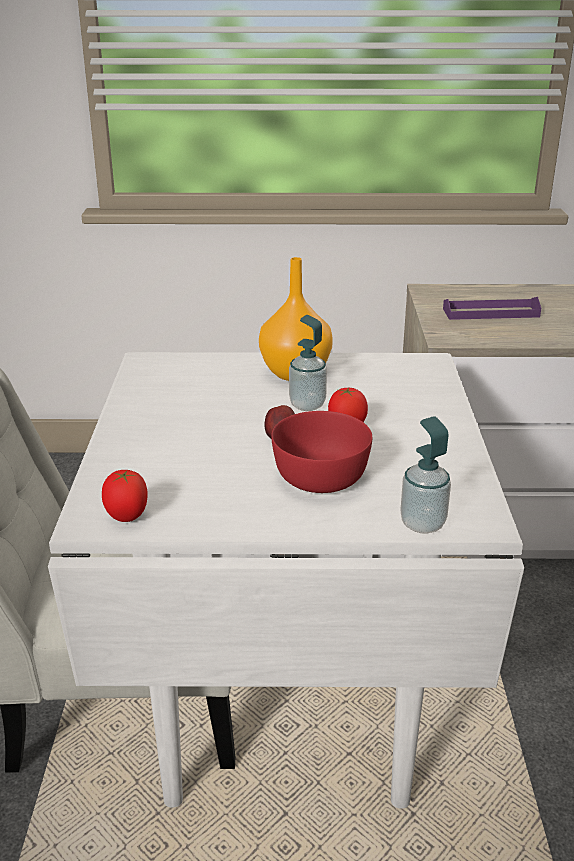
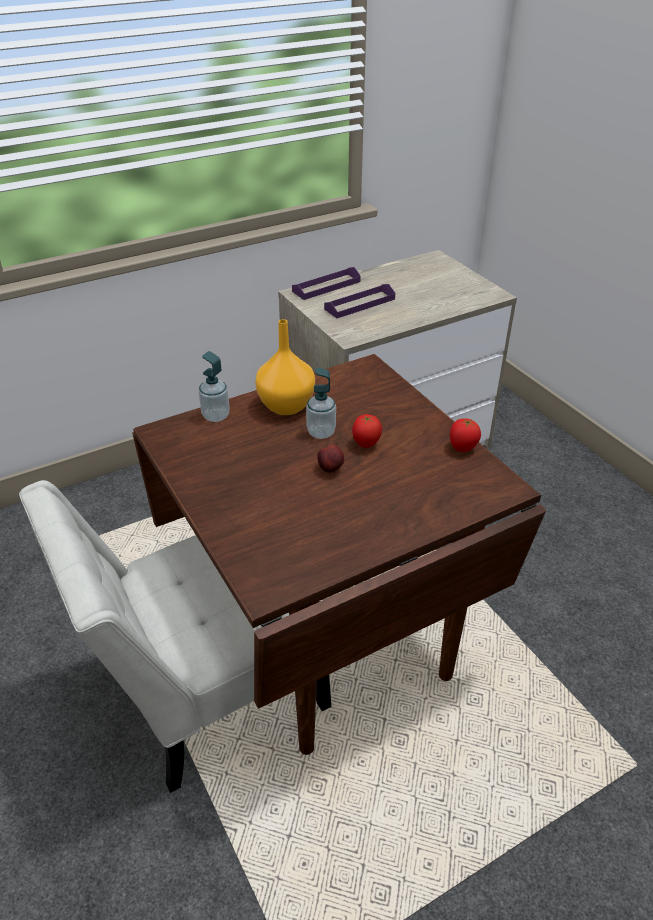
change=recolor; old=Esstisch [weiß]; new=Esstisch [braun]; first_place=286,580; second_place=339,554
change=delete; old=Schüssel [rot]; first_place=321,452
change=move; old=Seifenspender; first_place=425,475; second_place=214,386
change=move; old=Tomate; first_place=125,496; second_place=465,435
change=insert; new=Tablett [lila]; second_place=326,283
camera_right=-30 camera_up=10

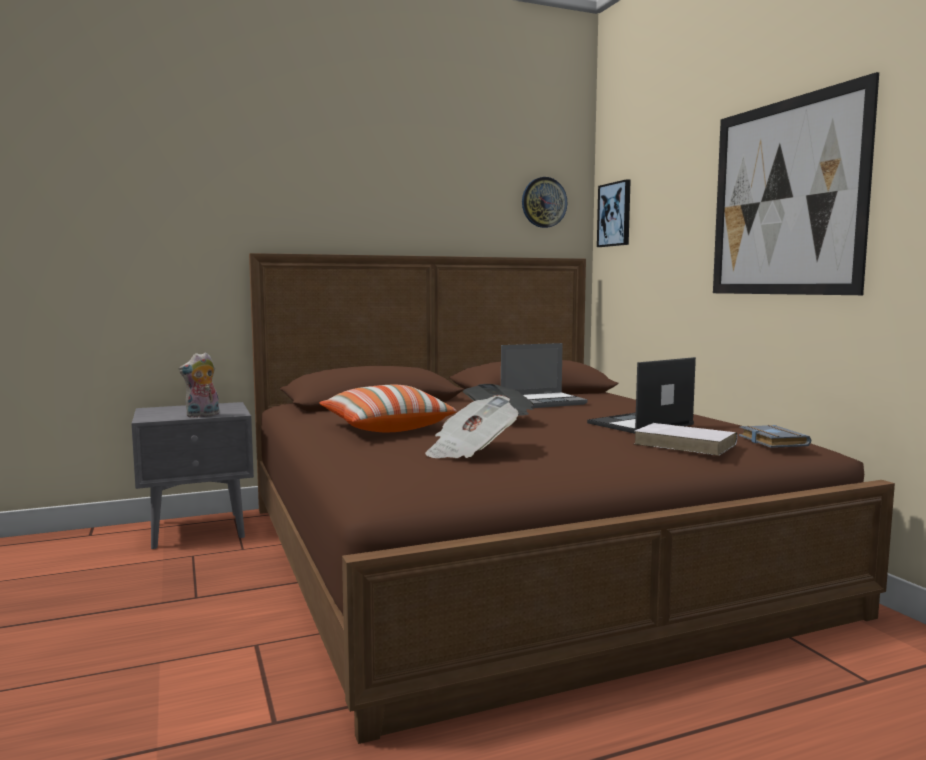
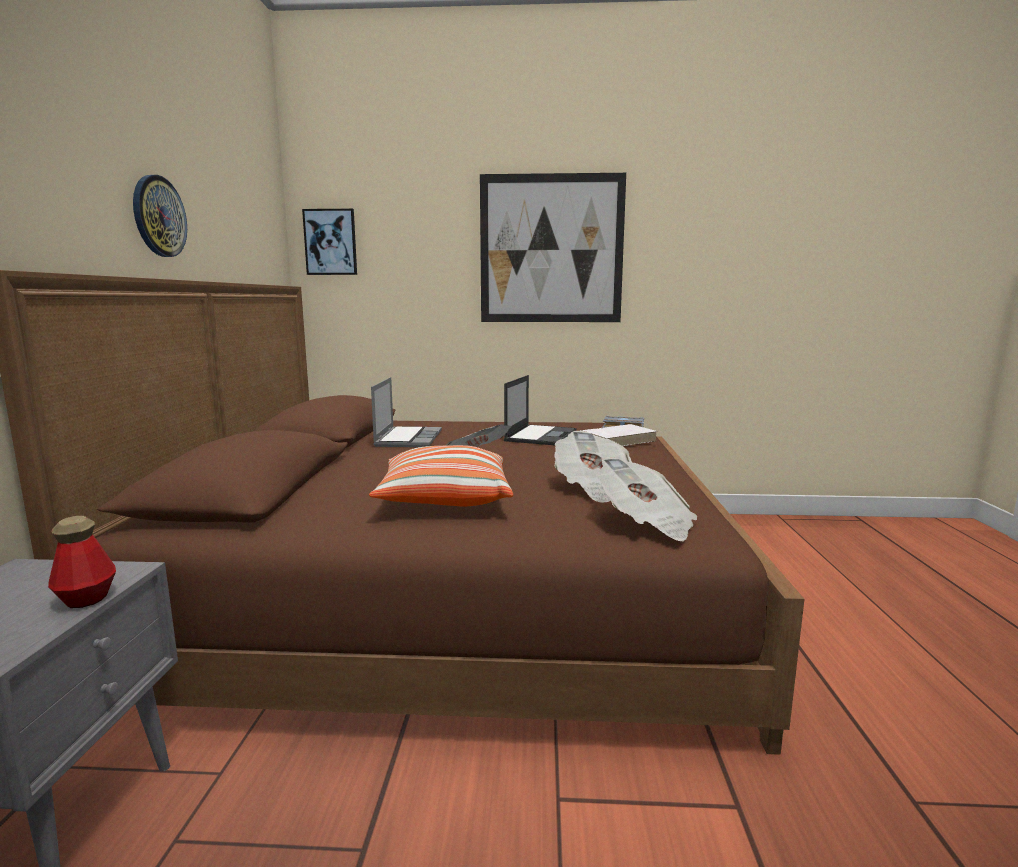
change=move; old=Wanduhr; first_place=544,202; second_place=160,216
change=replace; old=Plüschtier; new=Flasche; first_place=199,385; second_place=82,562
change=rotate; old=Laptop; first_place=641,395; second_place=540,410; degrees=-150
change=insert; new=Zeitung; second_place=647,499
camera_right=-65 camera_up=5

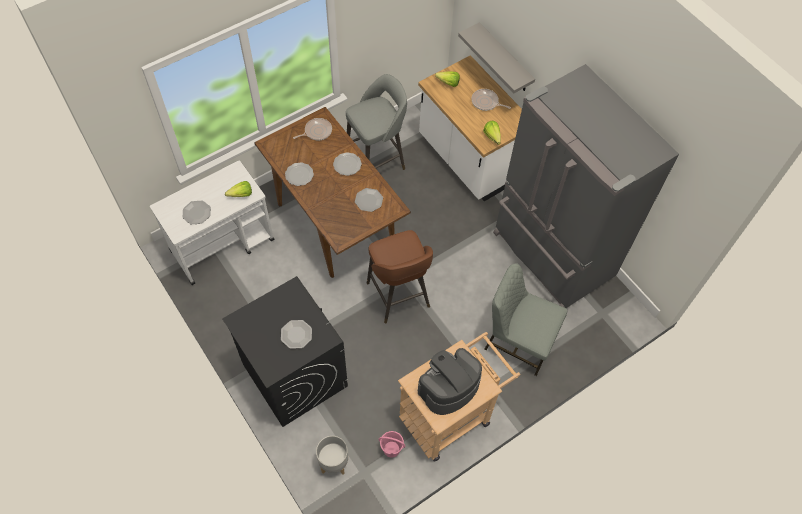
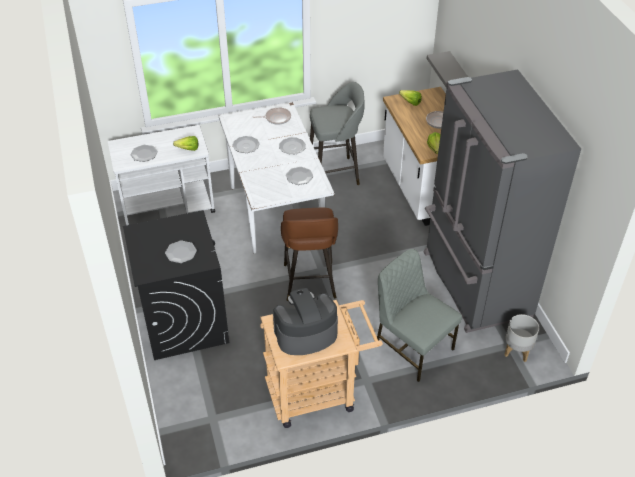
change=recolor; old=Esstisch [braun]; new=Esstisch [weiß]; first_place=332,192; second_place=276,178
change=delete; old=Eimer [rosa]; first_place=392,444
change=move; old=Pflanzkübel [grau]; first_place=332,455; second_place=522,338
camera_right=20 camera_up=-15

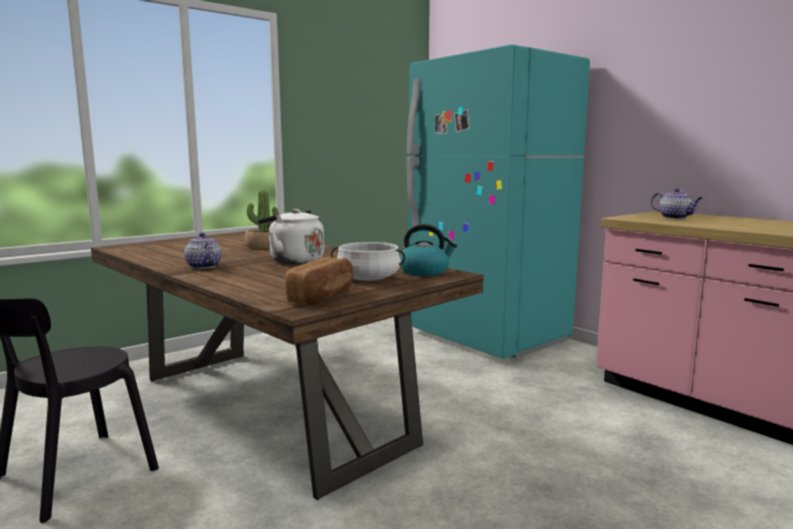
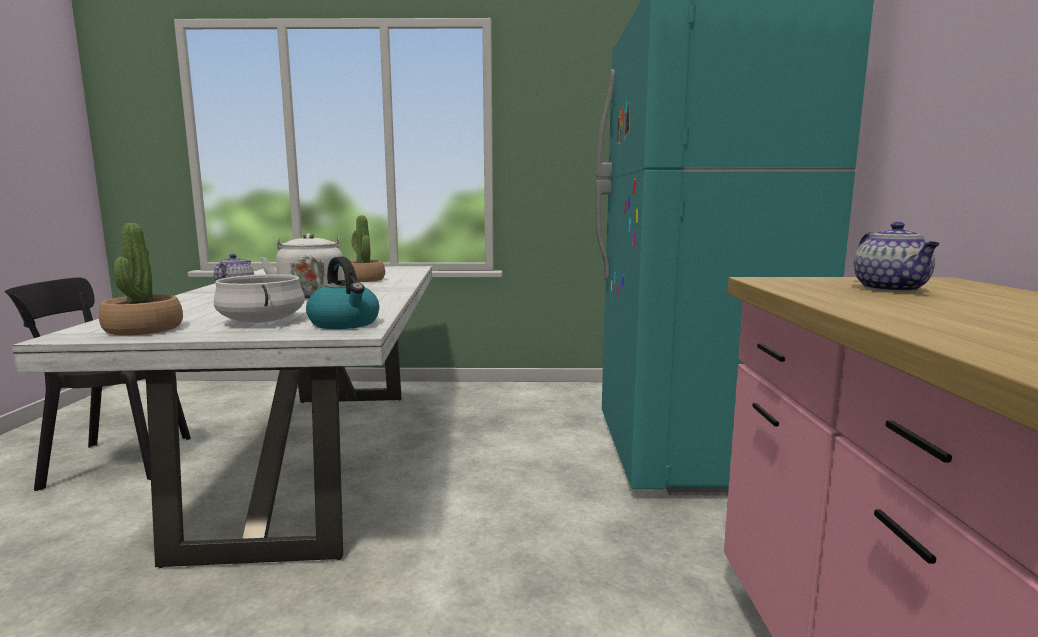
change=recolor; old=Esstisch [braun]; new=Esstisch [weiß]; first_place=287,365; second_place=221,417
change=replace; old=Brot; new=Topfpflanze; first_place=319,281; second_place=141,279
camera_right=40 camera_up=0

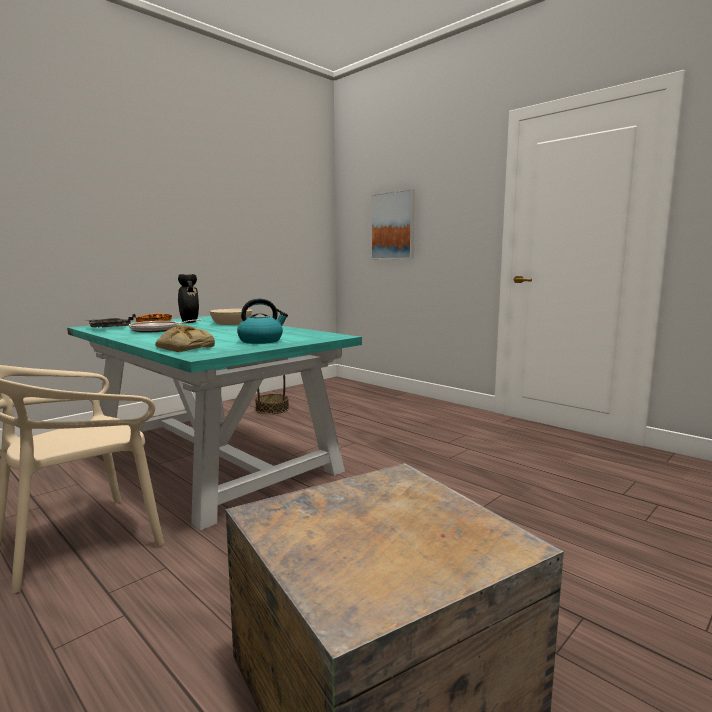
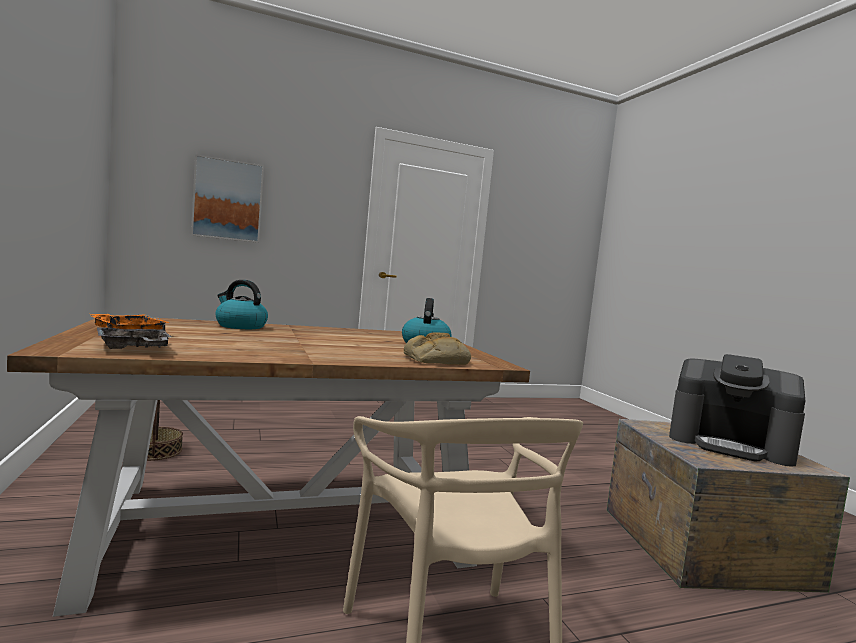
change=delete; old=Vase [schwarz]; first_place=188,298
change=replace; old=Schüssel [beige]; new=Wasserkessel; first_place=231,317; second_place=241,304
change=recolor; old=Esstisch [türkis]; new=Esstisch [braun]; first_place=214,423; second_place=268,466
change=delete; old=Pfanne; first_place=165,325
change=insert; new=Kaffeemaschine; second_place=737,410
camera_right=-65 camera_up=-5

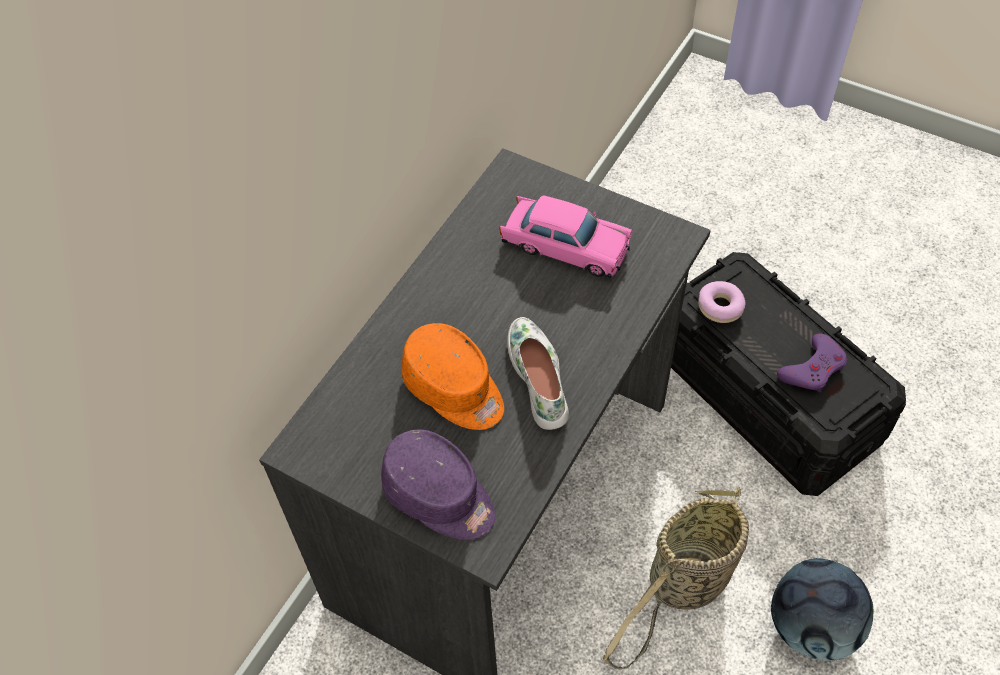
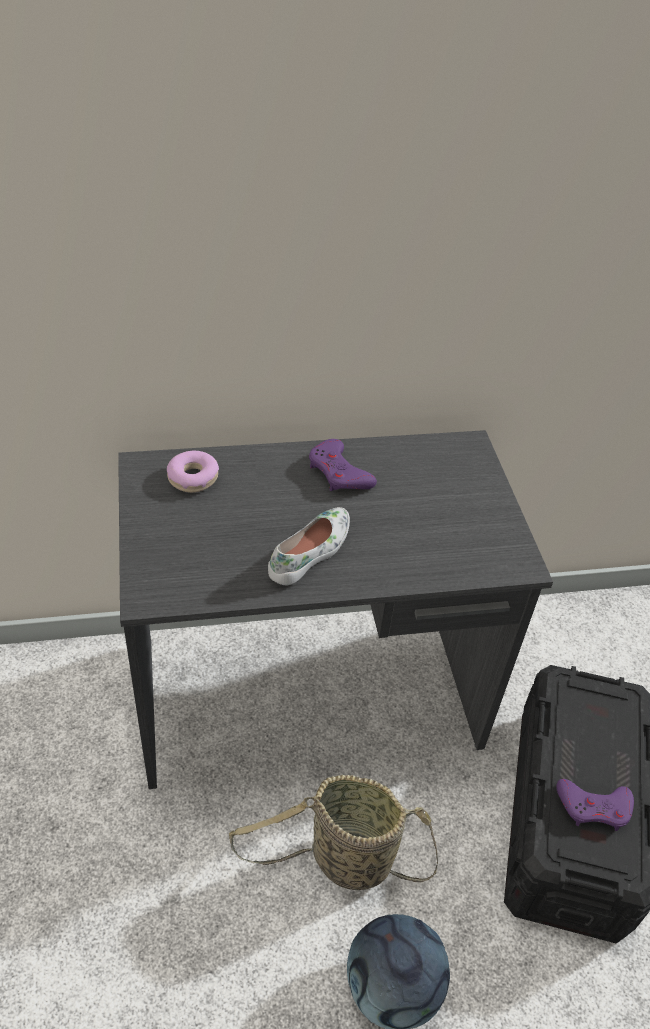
change=delete; old=Spielzeugauto [rosa]; first_place=566,236
change=move; old=Donut; first_place=722,302; second_place=193,472
change=delete; old=Kappe [orange]; first_place=453,376
change=delete; old=Kappe [lila]; first_place=438,484
change=insert; new=Gamepad [lila]; second_place=343,465
camera_right=45 camera_up=-10

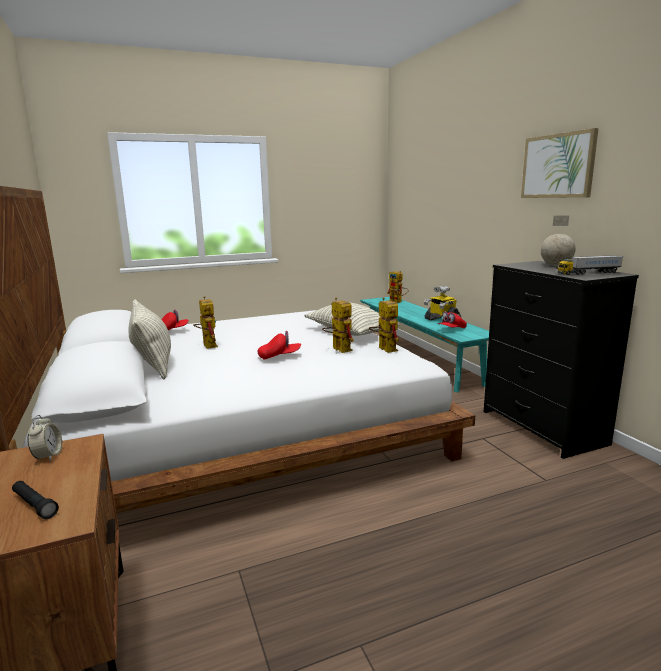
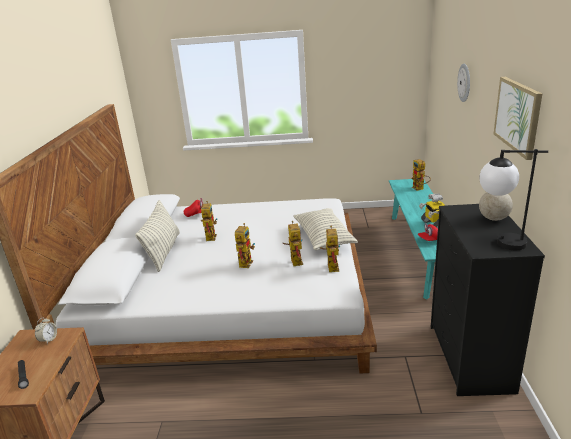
change=replace; old=Spielzeuglaster; new=Tischlampe; first_place=590,265; second_place=513,199
change=replace; old=Kappe [rot]; new=Spielzeugroboter; first_place=279,345; second_place=245,245
change=insert; new=Wanduhr; second_place=463,83
camera_right=25 camera_up=10

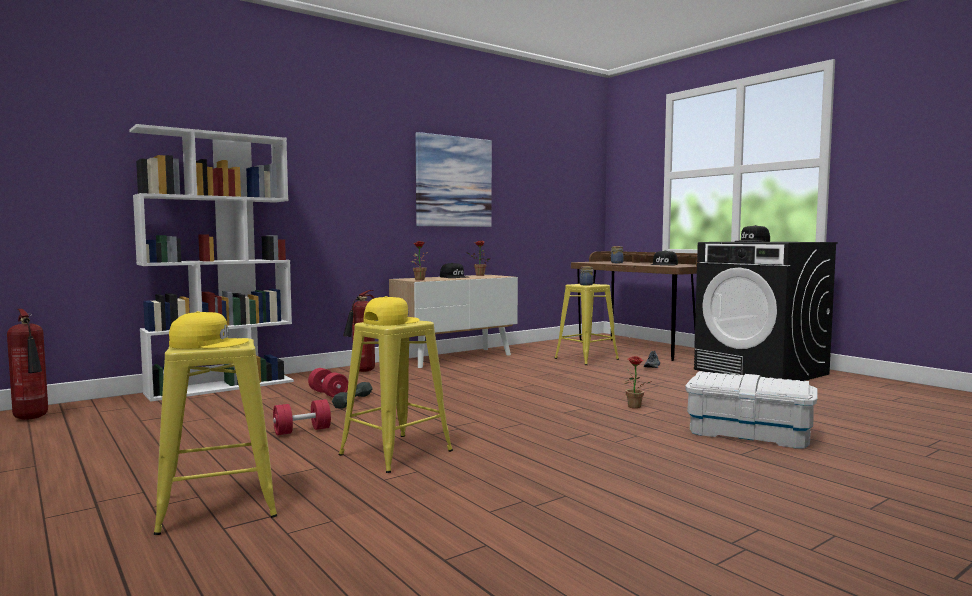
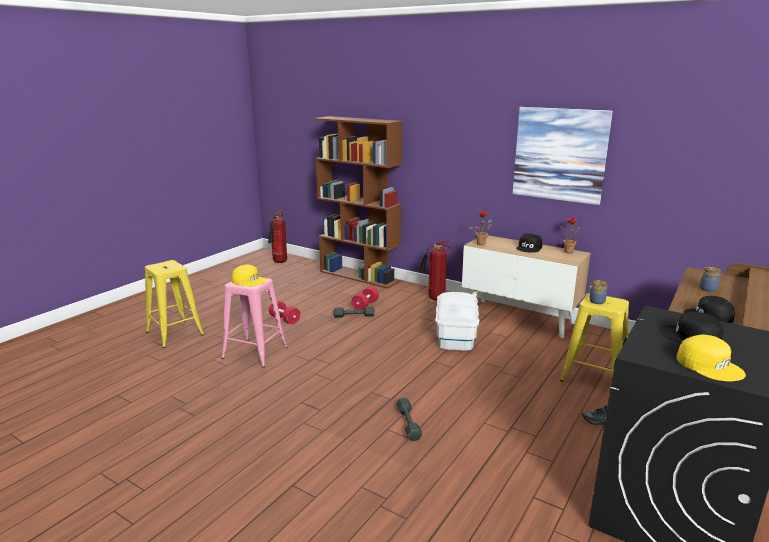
change=recolor; old=Bücherregal [weiß]; new=Bücherregal [braun]; first_place=212,263; second_place=358,202
change=move; old=Kappe [gelb]; first_place=209,330; second_place=711,357
change=recolor; old=Hocker [gelb]; new=Hocker [rosa]; first_place=396,396; second_place=254,322
change=replace; old=Topfpflanze; new=Hantel [grau]; first_place=638,382; second_place=409,419
change=move; old=Aufbewahrungsbox [weiß]; first_place=751,410; second_place=457,321
camera_right=70 camera_up=15

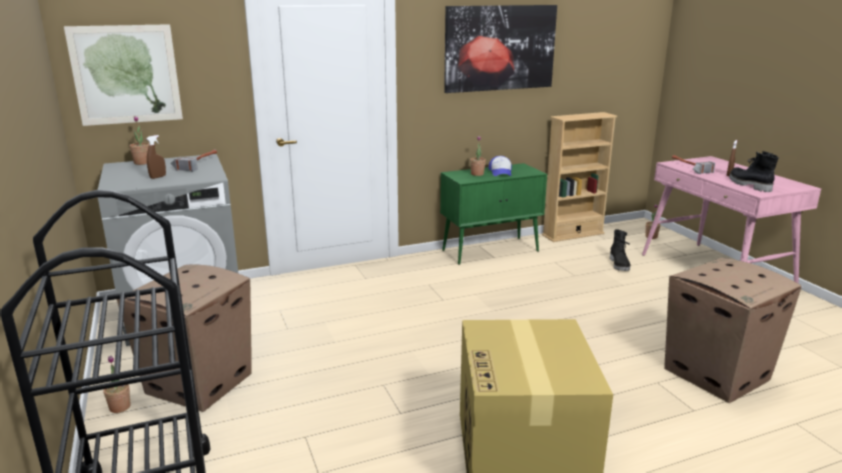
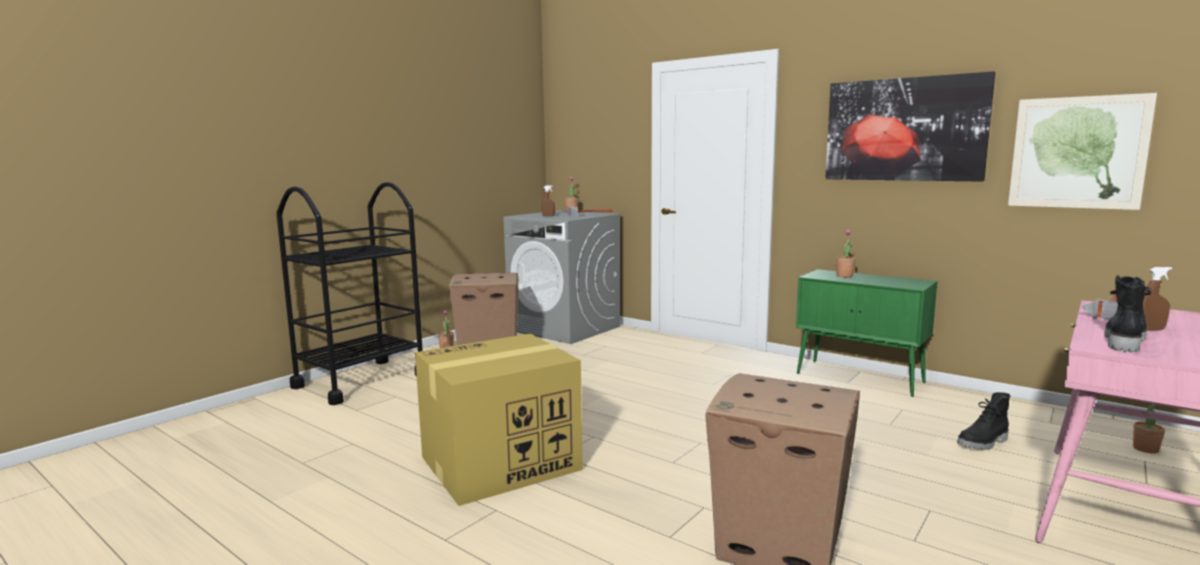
change=move; old=Bild; first_place=123,75; second_place=1082,151
change=delete; old=Bücherregal [beige]; first_place=579,177
change=delete; old=Kappe; first_place=500,166
camera_right=60 camera_up=-10

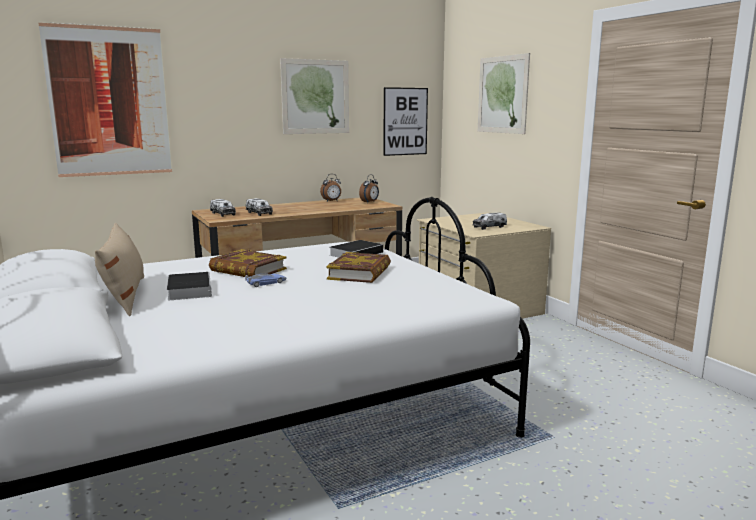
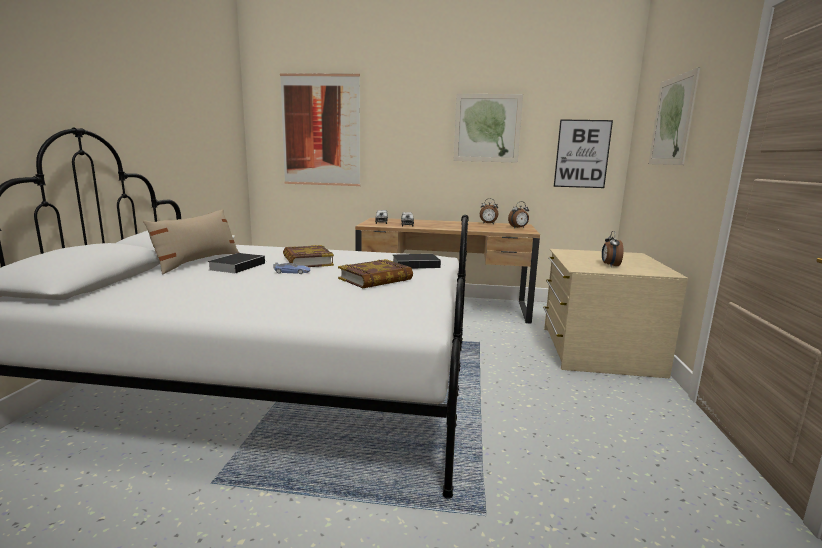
change=replace; old=Spielzeuglaster; new=Wecker; first_place=489,221; second_place=613,249
camera_right=35 camera_up=0

